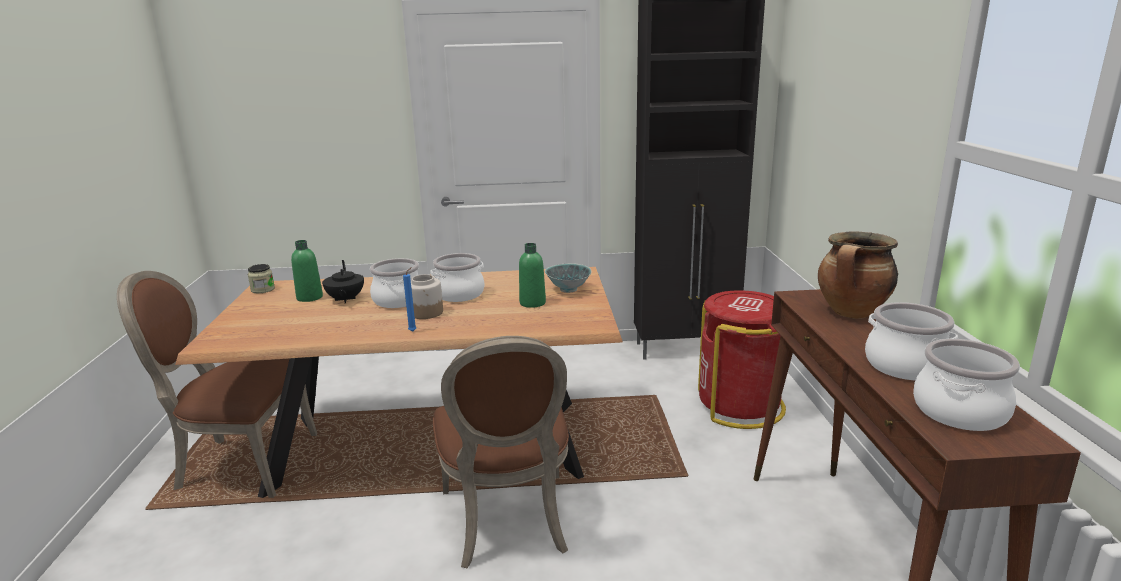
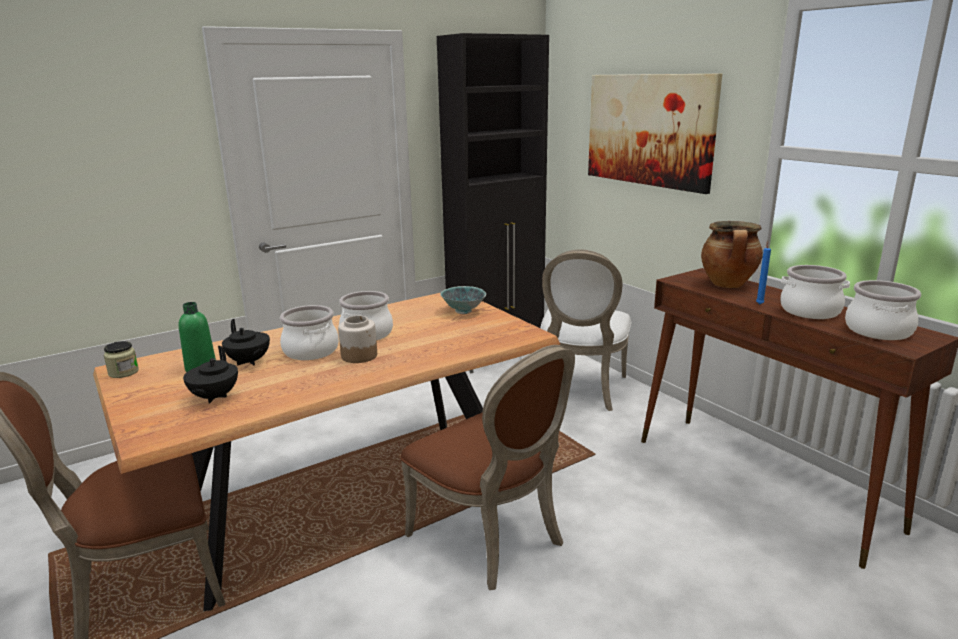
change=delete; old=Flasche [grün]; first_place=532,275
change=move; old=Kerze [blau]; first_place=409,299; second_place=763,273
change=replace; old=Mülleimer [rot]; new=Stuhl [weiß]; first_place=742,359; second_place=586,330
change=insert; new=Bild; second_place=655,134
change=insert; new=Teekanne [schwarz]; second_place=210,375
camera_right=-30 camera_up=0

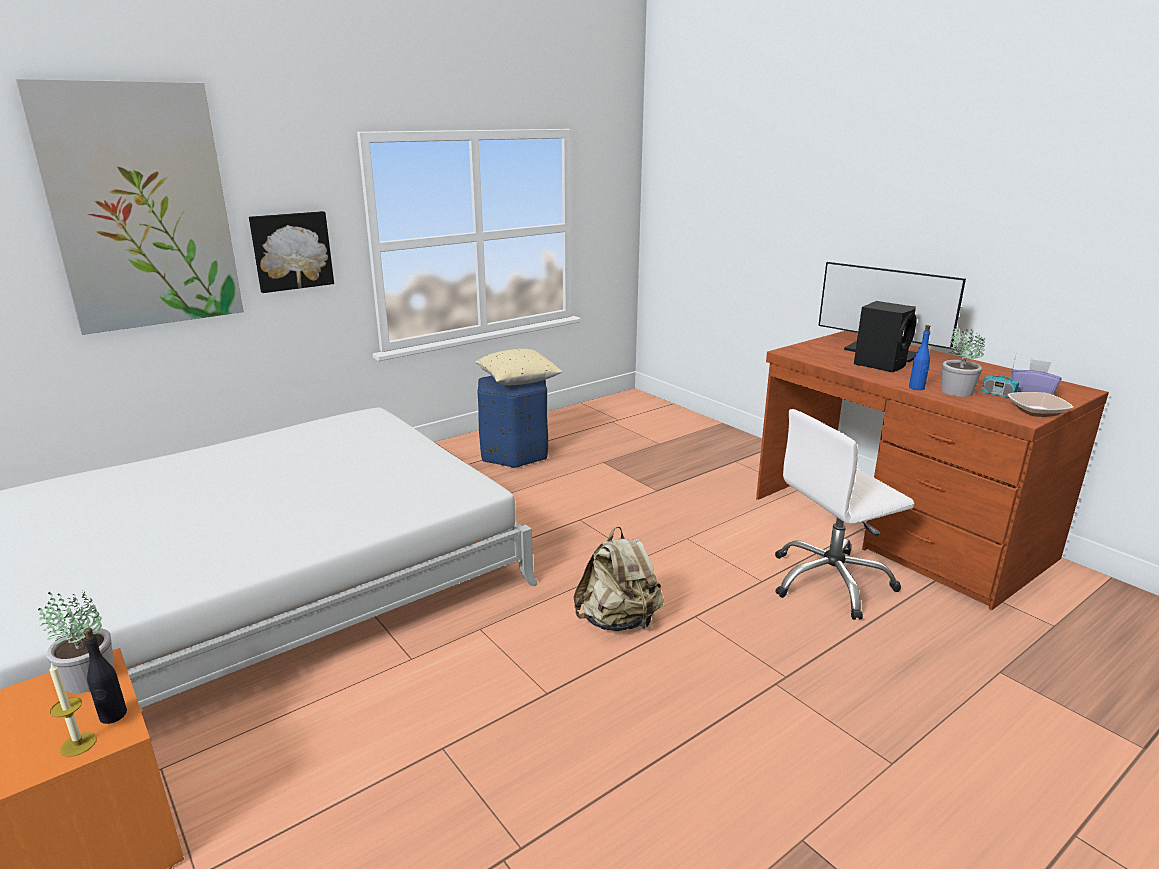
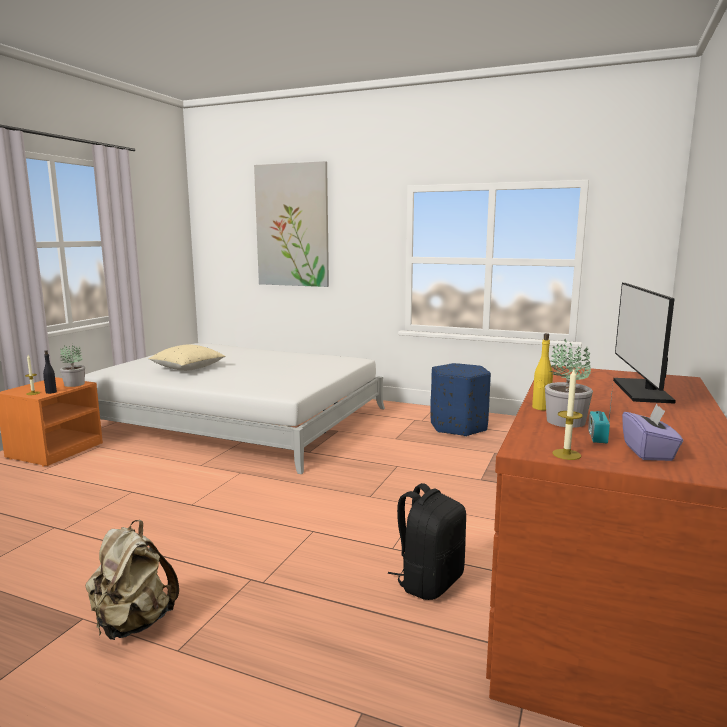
change=delete; old=Bild; first_place=291,252
change=delete; old=Lautsprecher [schwarz]; first_place=885,336
change=recolor; old=Flasche [blau]; new=Flasche [gelb]; first_place=919,357; second_place=542,371
change=move; old=Kissen [beige]; first_place=518,367; second_place=187,357
change=replace; old=Schüssel; new=Kerze; first_place=1041,404; second_place=567,414
change=replace; old=Bürostuhl [weiß]; new=Rucksack [schwarz]; first_place=844,514; second_place=427,541
change=move; old=Rucksack [beige]; first_place=619,578; second_place=132,580
camera_right=60 camera_up=-10

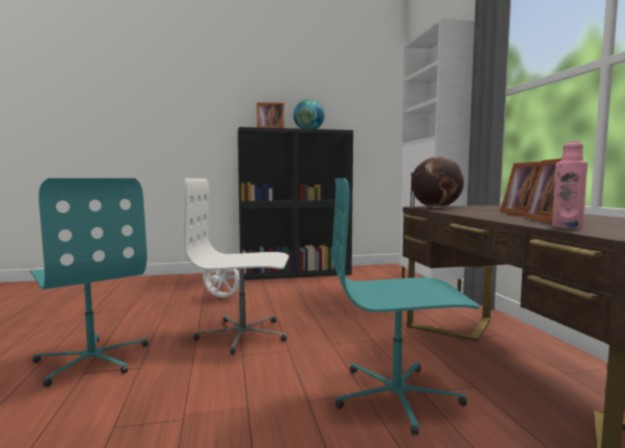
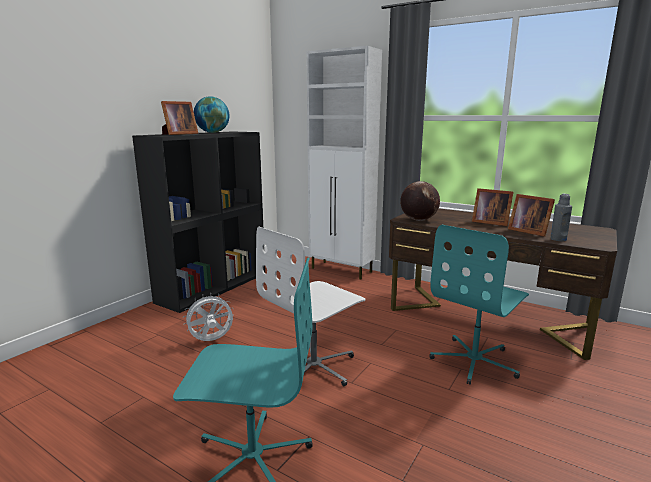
change=recolor; old=Flasche [rosa]; new=Flasche [grau]; first_place=570,184; second_place=561,217
camera_right=-45 camera_up=10

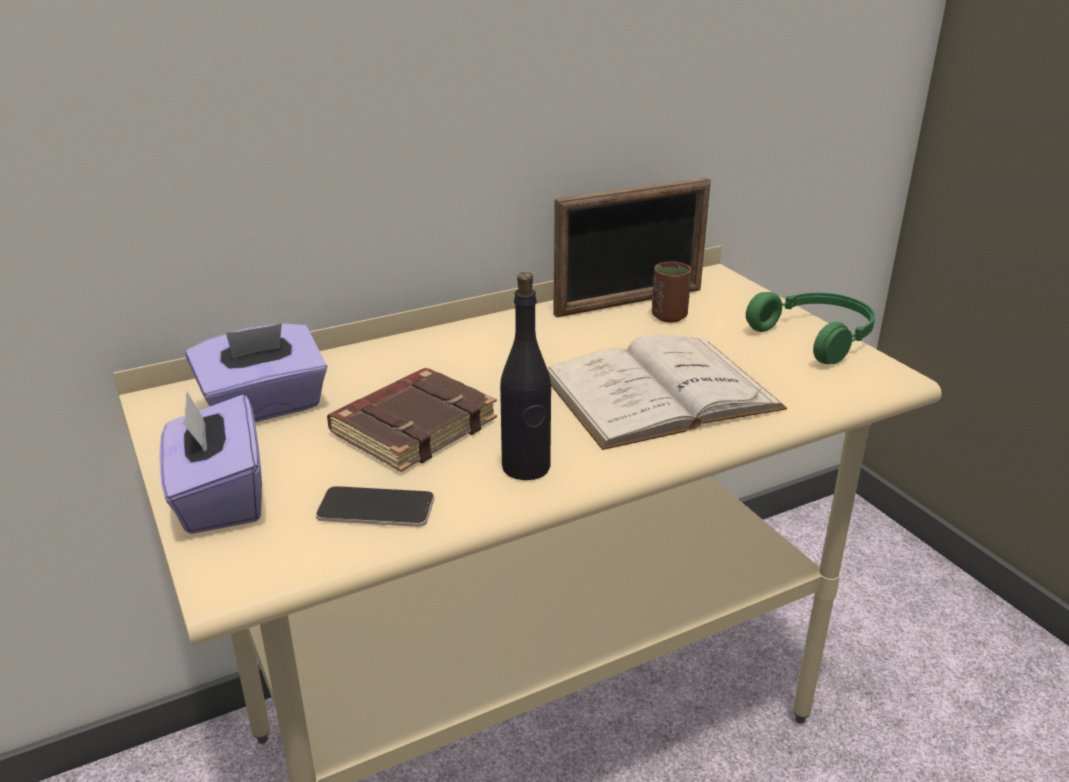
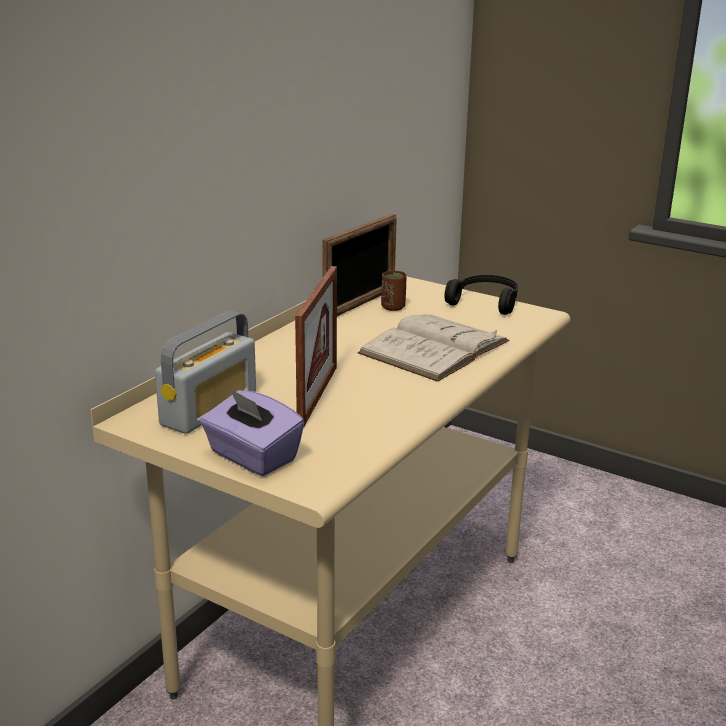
change=delete; old=Flasche [schwarz]; first_place=525,376
change=recolor; old=Kopfhörer [grün]; new=Kopfhörer [schwarz]; first_place=810,328; second_place=481,295
change=replace; old=Taschentuchbox [lila]; new=Radio; first_place=256,372; second_place=205,372
change=replace; old=Buch [braun]; new=Bilderrahmen; first_place=412,420; second_place=316,347
change=delete; old=Handy; first_place=375,506
camera_right=-30 camera_up=-5

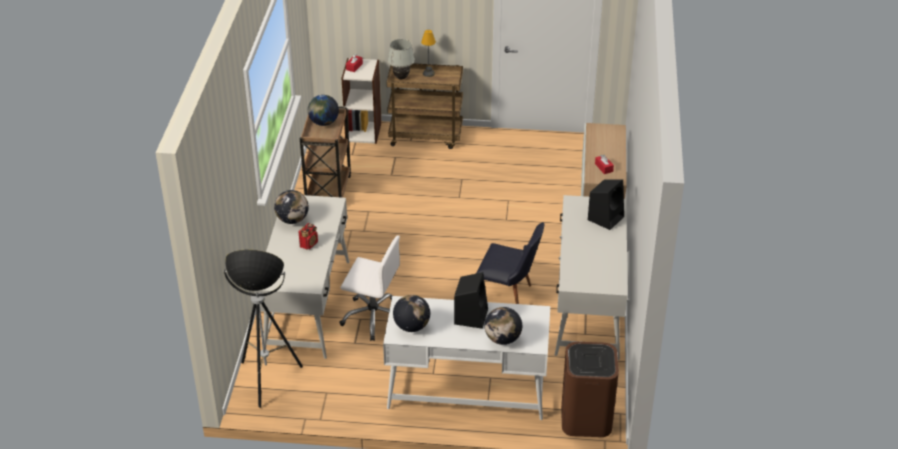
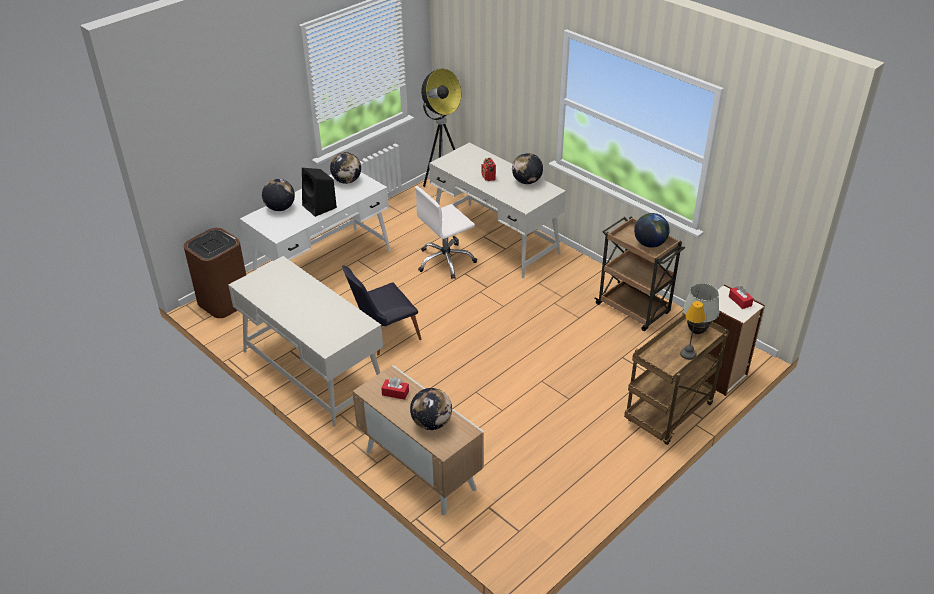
change=delete; old=Lautsprecher [schwarz]; first_place=606,204
change=insert; new=Globus; second_place=431,409
camera_right=130 camera_up=0

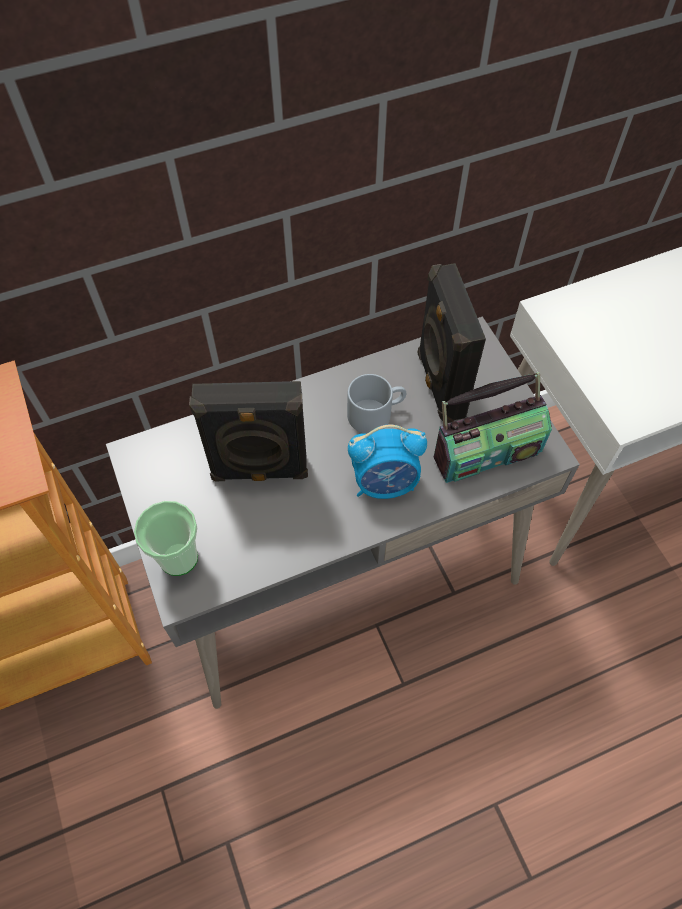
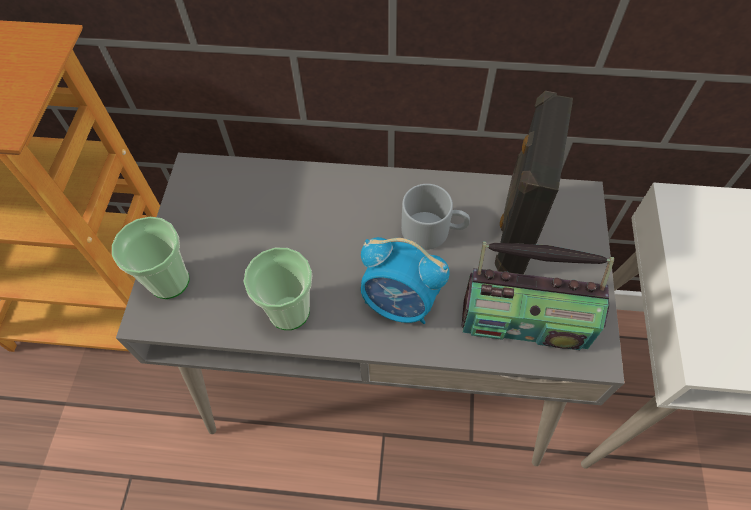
change=delete; old=Lautsprecher [schwarz]; first_place=248,431
change=insert; new=Tasse; second_place=278,289
camera_right=30 camera_up=0

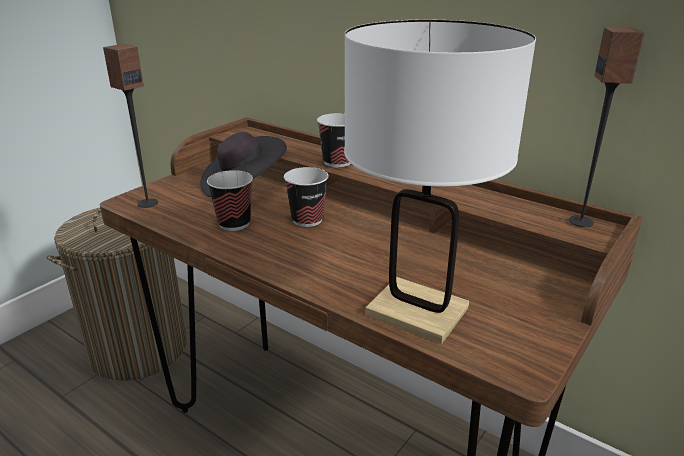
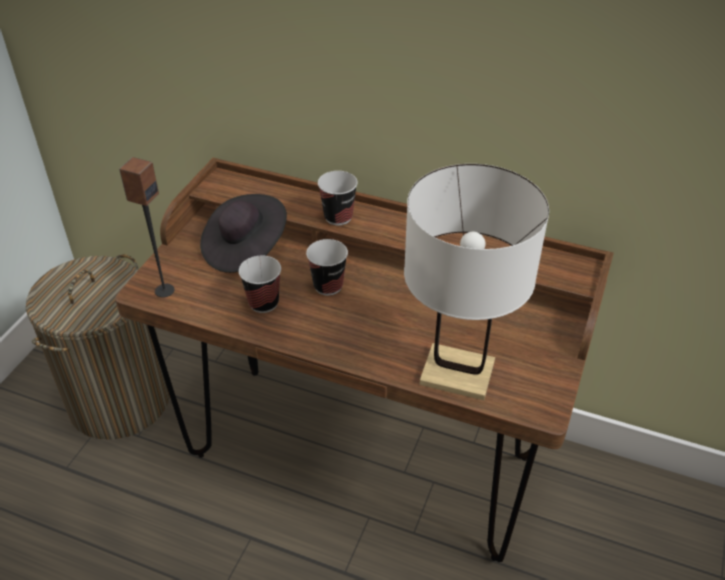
change=delete; old=Lautsprecher; first_place=607,127
camera_right=-15 camera_up=15

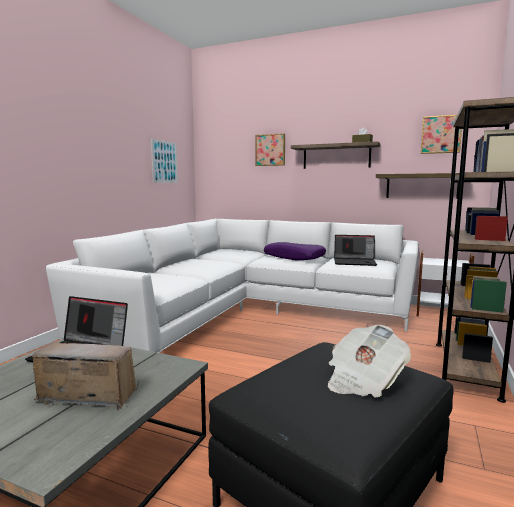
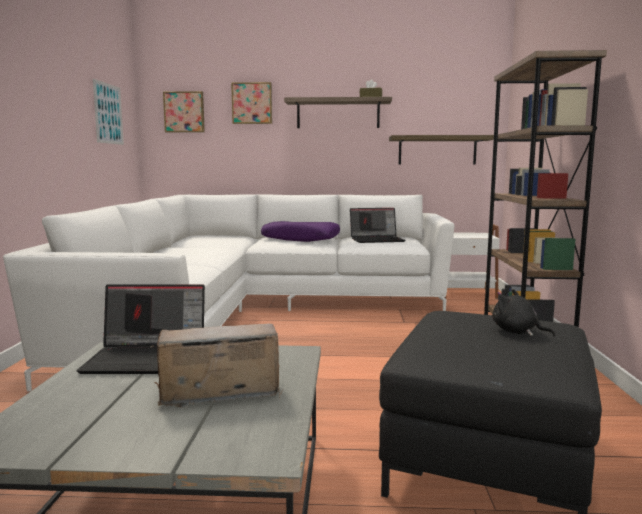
change=move; old=Bild; first_place=441,134; second_place=184,112
change=replace; old=Zeitung; new=Plüschtier [schwarz]; first_place=369,361; second_place=524,313
camera_right=-20 camera_up=0

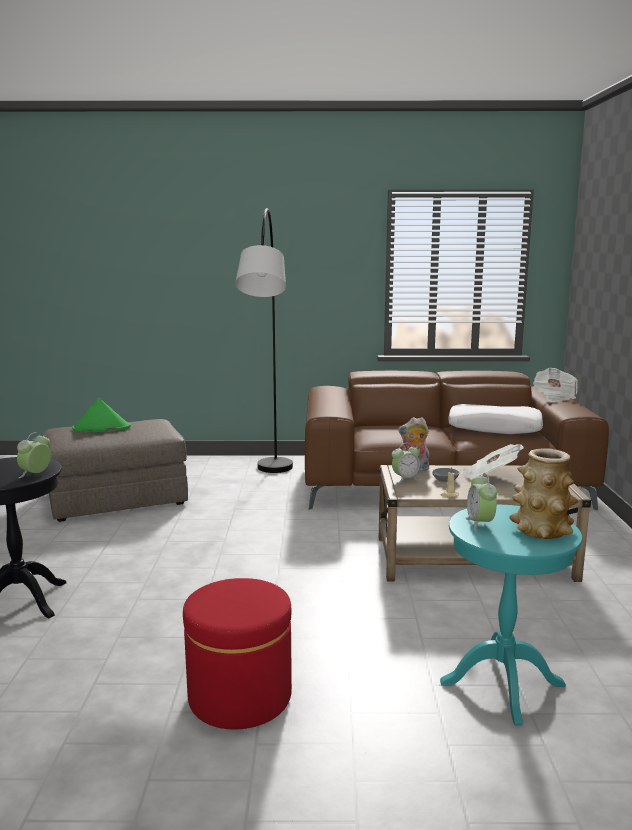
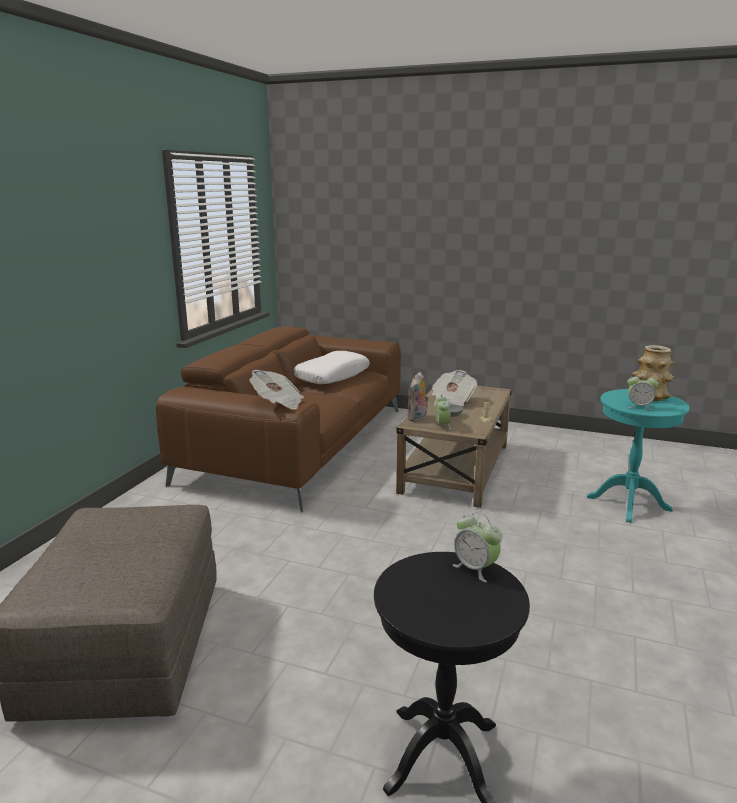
change=delete; old=Stehlampe [grau]; first_place=264,340
change=move; old=Zeitung; first_place=555,385; second_place=276,390
change=delete; old=Hut [grün]; first_place=101,415
change=delete; old=Polsterhocker [rot]; first_place=237,653
camera_right=-70 camera_up=5

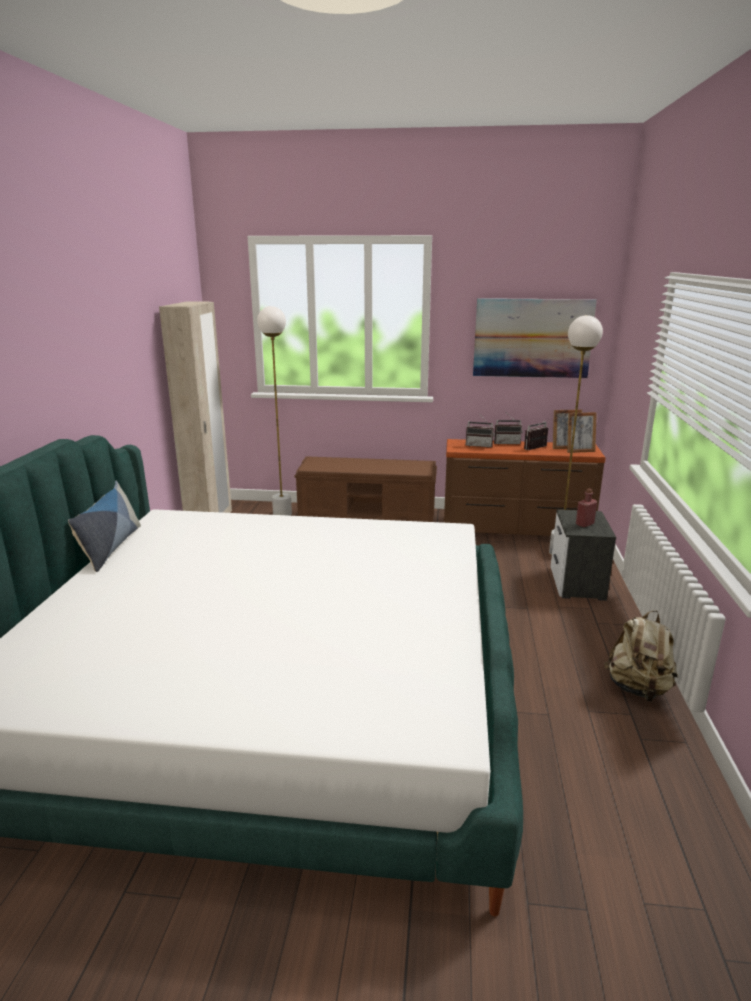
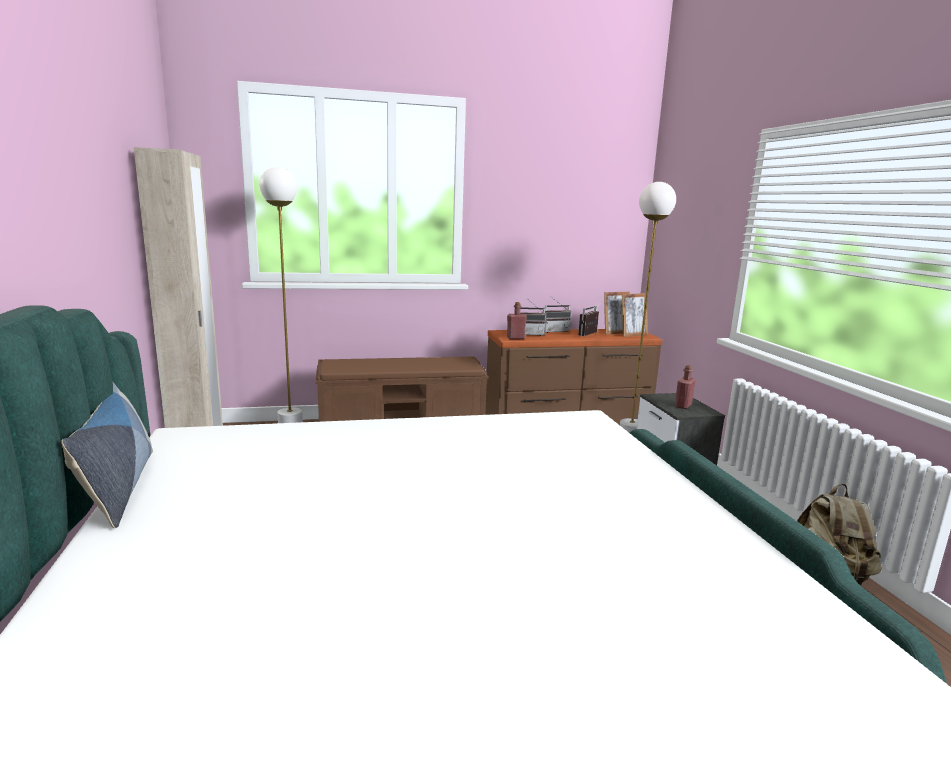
change=delete; old=Bild; first_place=535,338
change=insert; new=Flasche [rot]; second_place=517,320
camera_right=-20 camera_up=-5

